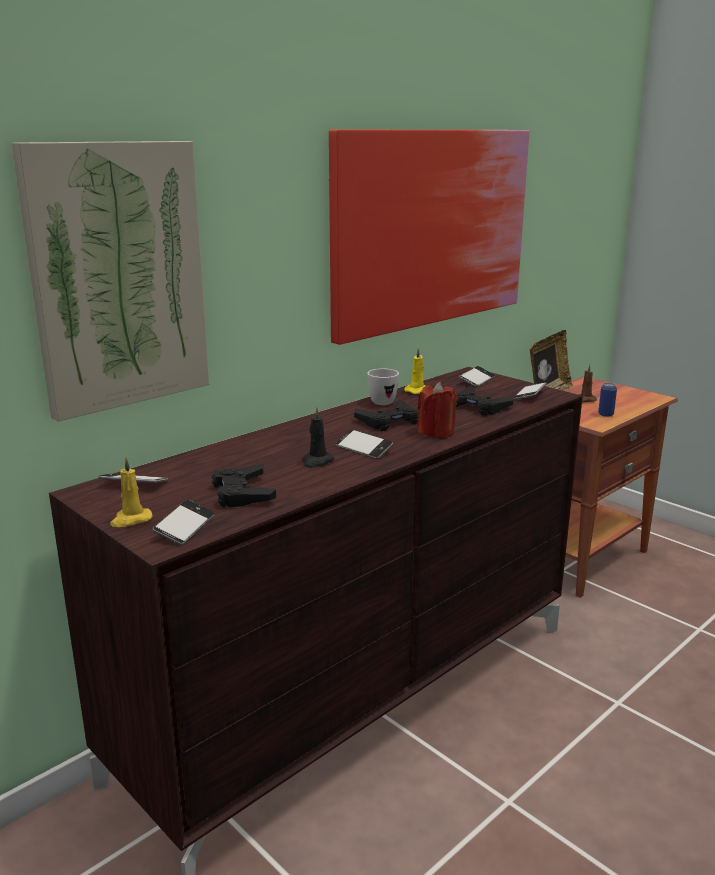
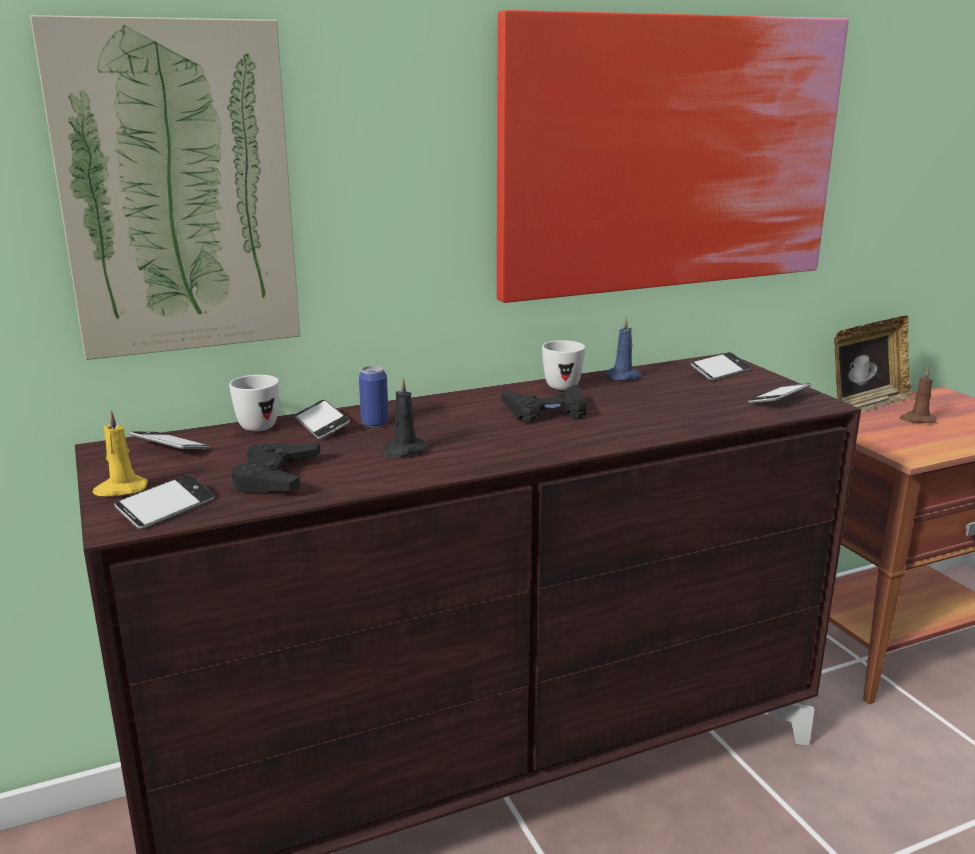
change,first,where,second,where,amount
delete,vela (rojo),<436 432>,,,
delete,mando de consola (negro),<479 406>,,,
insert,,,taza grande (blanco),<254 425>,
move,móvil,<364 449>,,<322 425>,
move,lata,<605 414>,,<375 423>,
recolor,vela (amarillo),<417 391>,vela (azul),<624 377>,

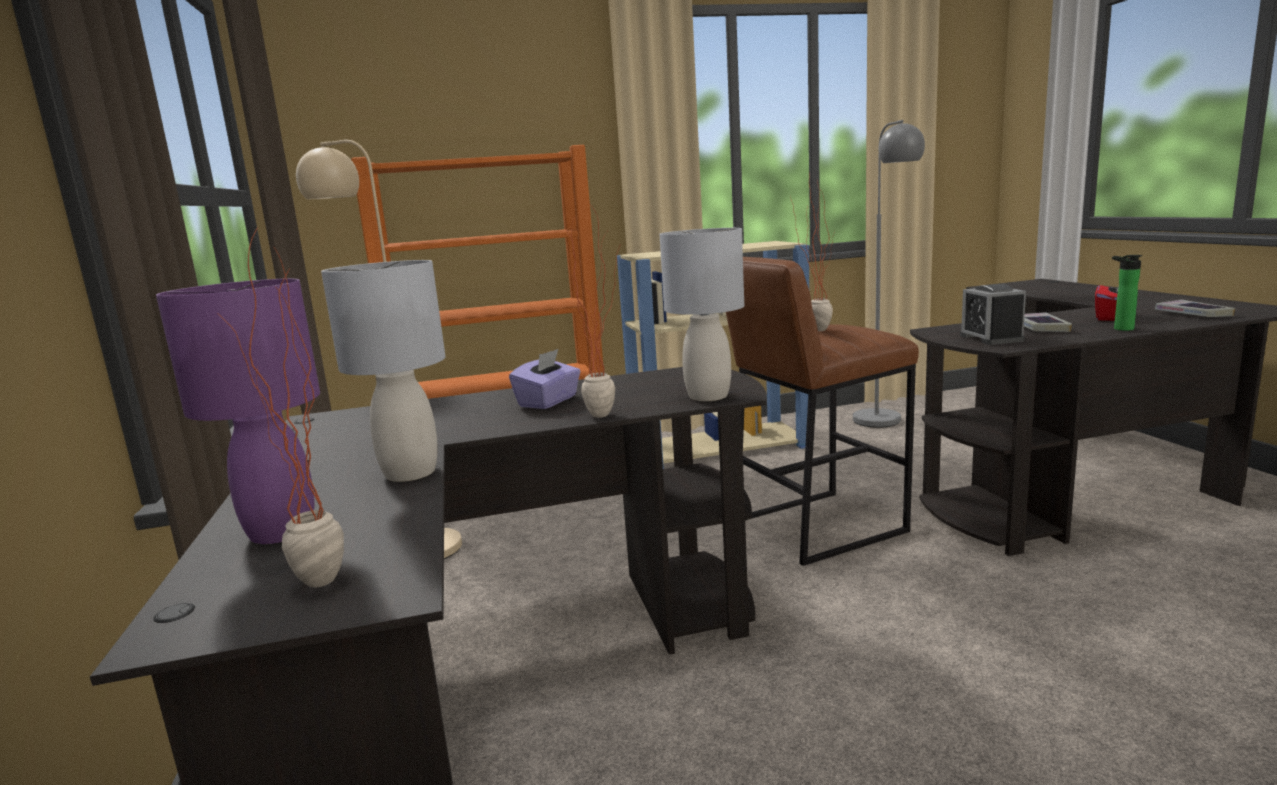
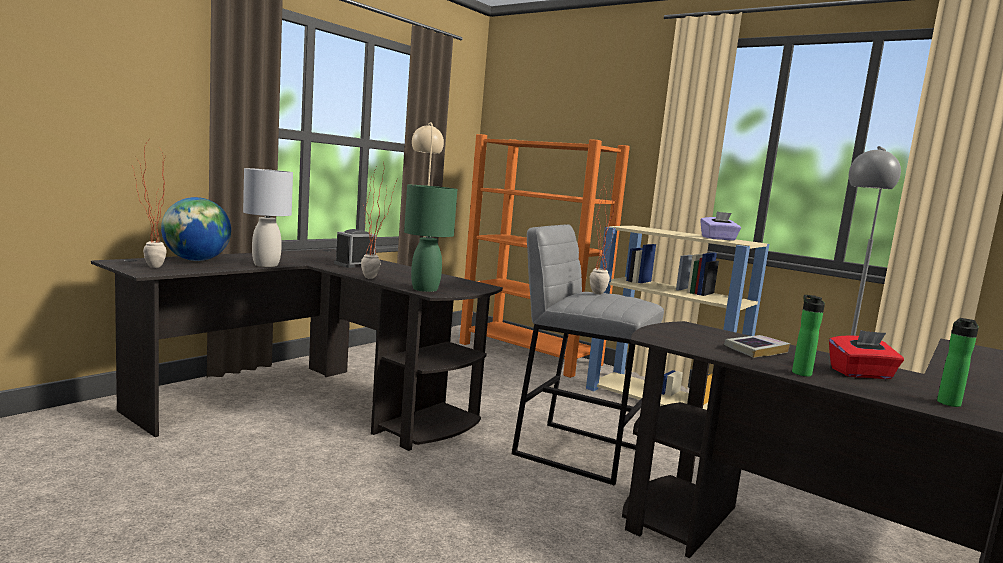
change,first,where,second,where,amount
move,caja de pañuelos (morado),<549 401>,,<718 239>,
move,despertador,<991 338>,,<355 264>,
replace,lámpara de mesa (morado),<282 532>,globo terráqueo,<196 260>,
replace,libro,<1192 314>,botella,<949 402>,
recolor,lámpara de mesa (gris),<708 396>,lámpara de mesa (verde),<424 289>,
recolor,taburete (marrón),<816 526>,taburete (gris),<575 451>,

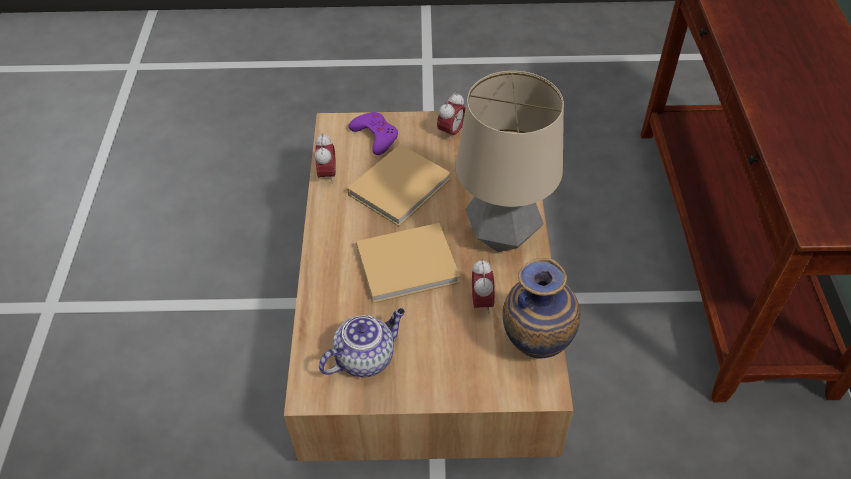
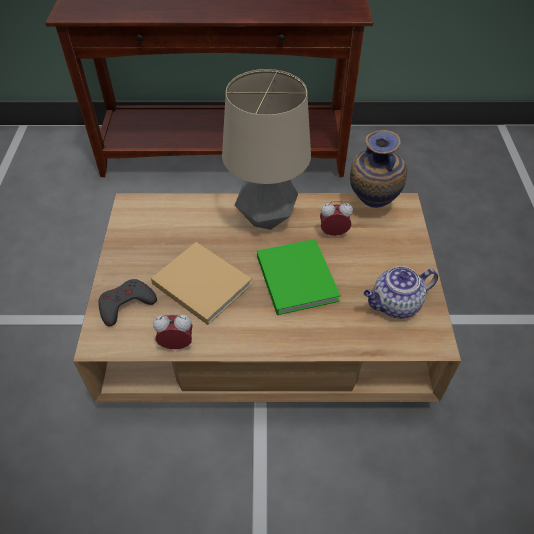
change,first,where,second,where,amount
delete,despertador,<451 132>,,,
recolor,mando de consola (morado),<375 136>,mando de consola (gris),<126 304>,
recolor,libro (beis),<410 264>,libro (verde),<296 276>,
rotate,tetera,<365 357>,,<395 305>,75 degrees counterclockwise

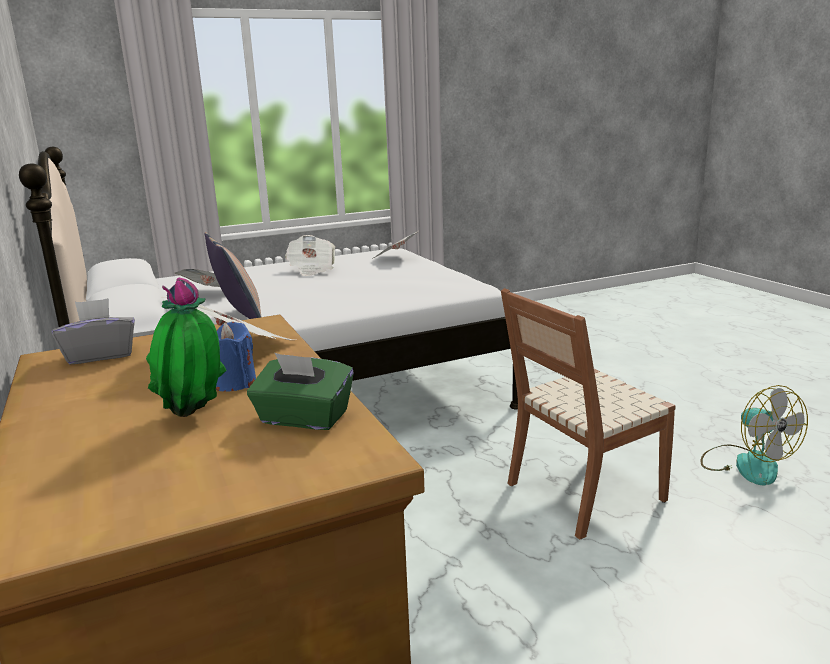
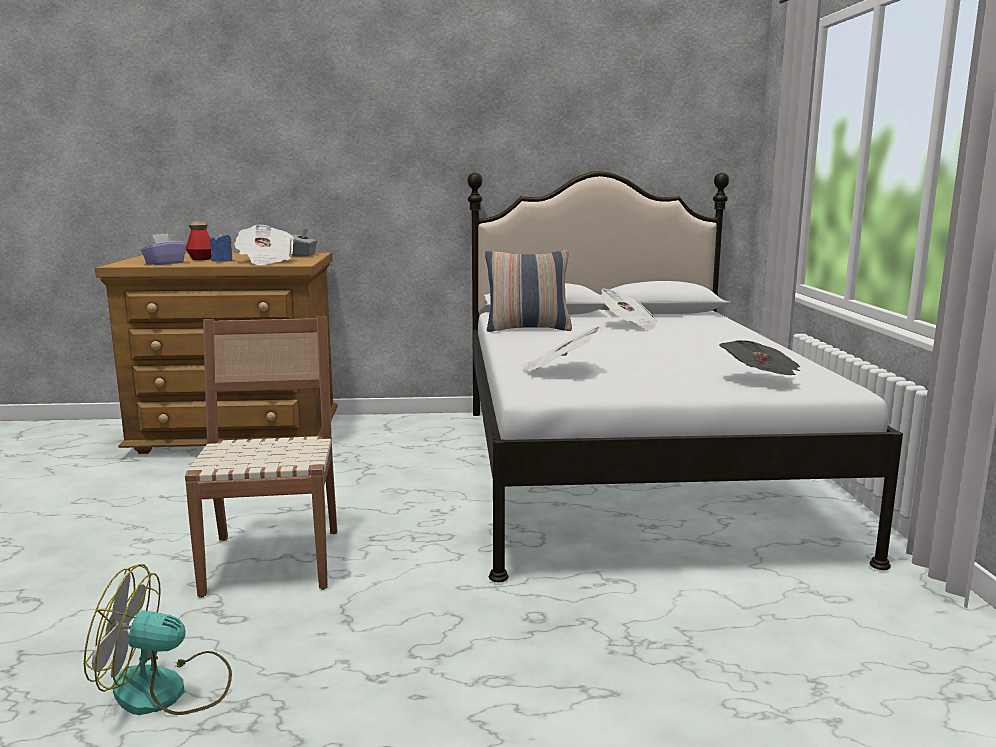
change,first,where,second,where,amount
move,periódico,<311 269>,,<559 371>,
replace,planta en maceta,<194 416>,botella,<201 259>,
recolor,caja de pañuelos (verde),<303 419>,caja de pañuelos (morado),<164 263>,

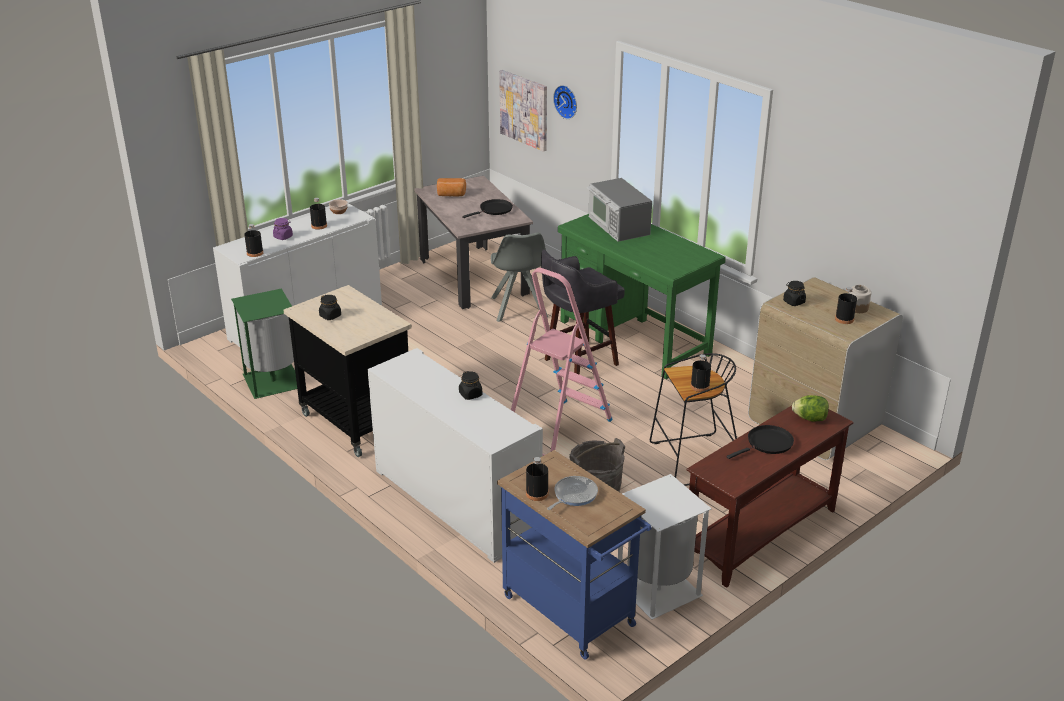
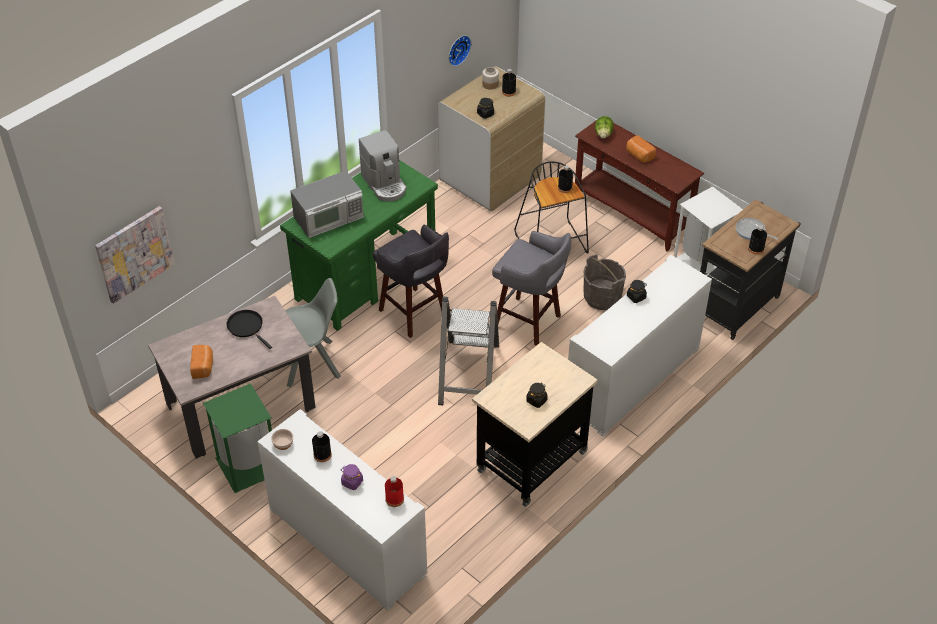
change,first,where,second,where,amount
insert,,,cafetera,<385 184>,
insert,,,escalera de tijera (gris),<468 375>,
move,papelera (verde),<274 381>,,<248 464>,
move,reloj de pared,<567 101>,,<457 49>,
replace,escalera de tijera (rosa),<557 435>,taburete (gris),<529 323>,
replace,sartén (negro),<767 444>,pan,<639 155>,
recolor,botella (negro),<255 253>,botella (rojo),<394 499>,
recolor,carrito (azul),<571 613>,carrito (negro),<738 305>,

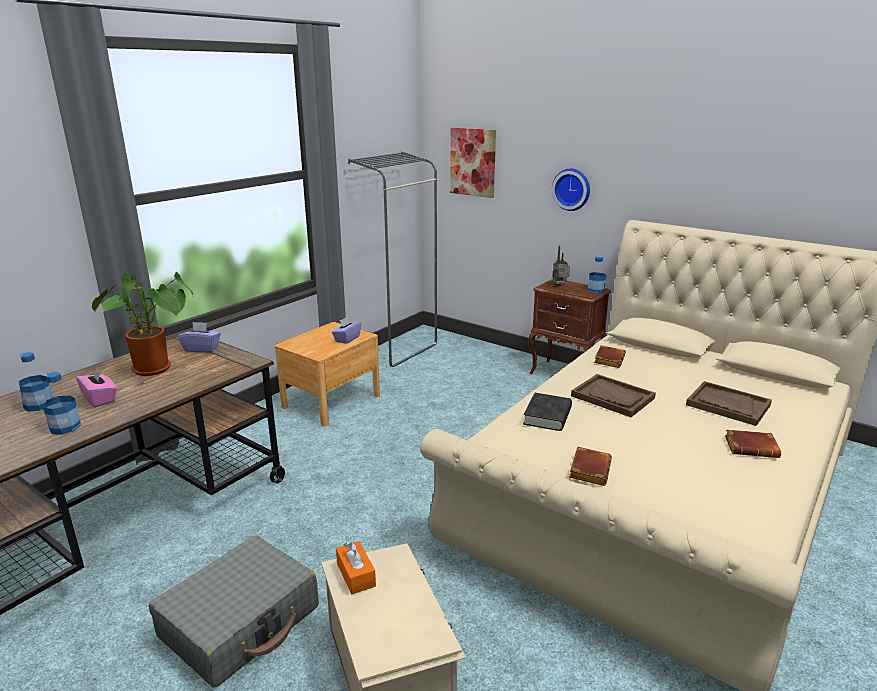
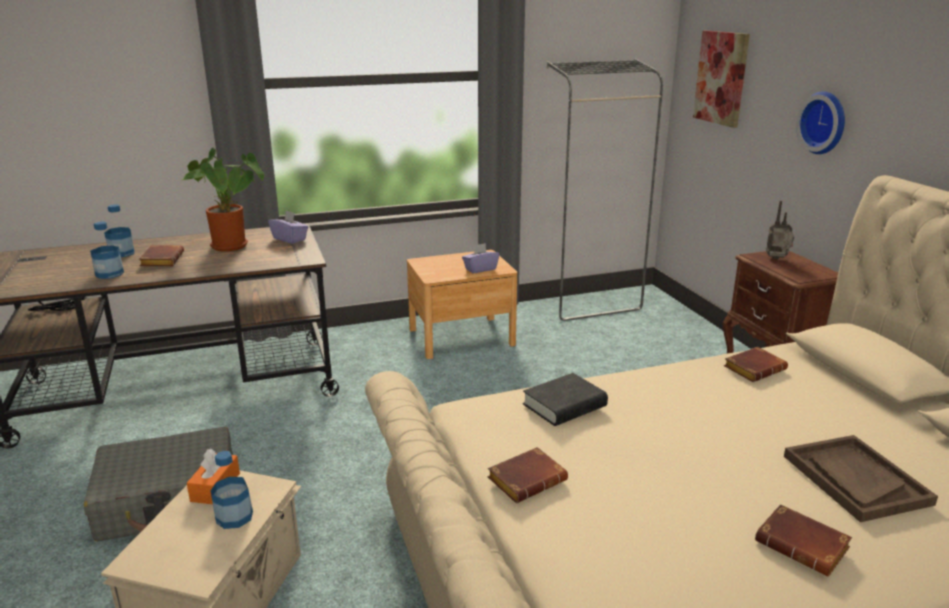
change,first,where,second,where,amount
delete,bandeja (marrón),<613 397>,,,
move,botella,<595 291>,,<234 517>,
replace,caja de pañuelos (rosa),<100 399>,libro (marrón),<161 260>,

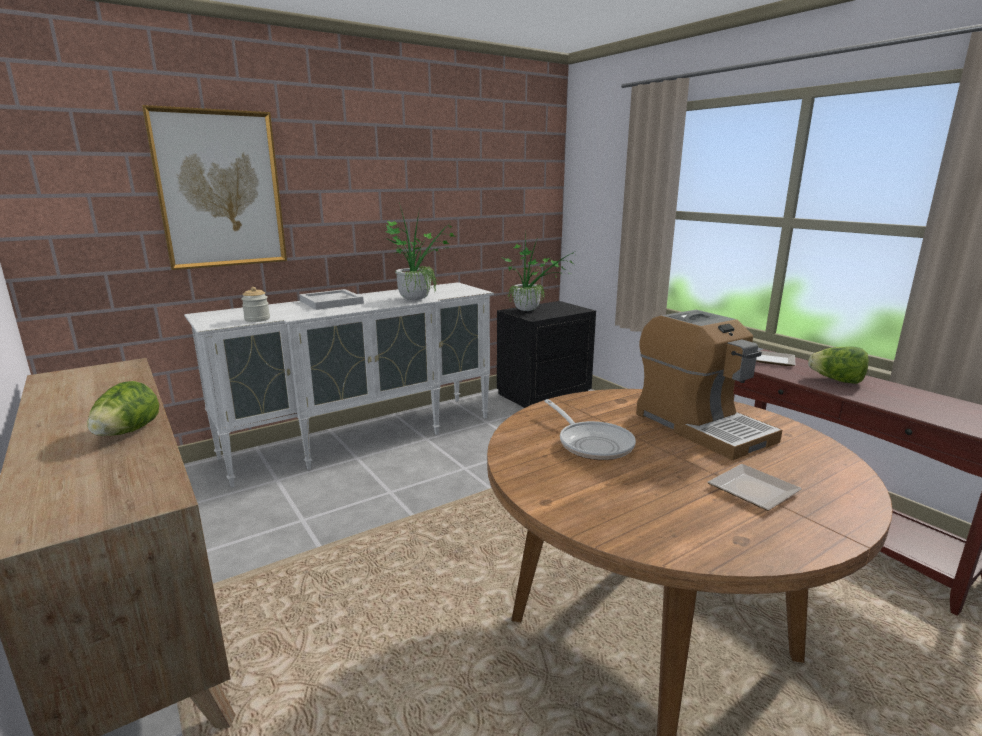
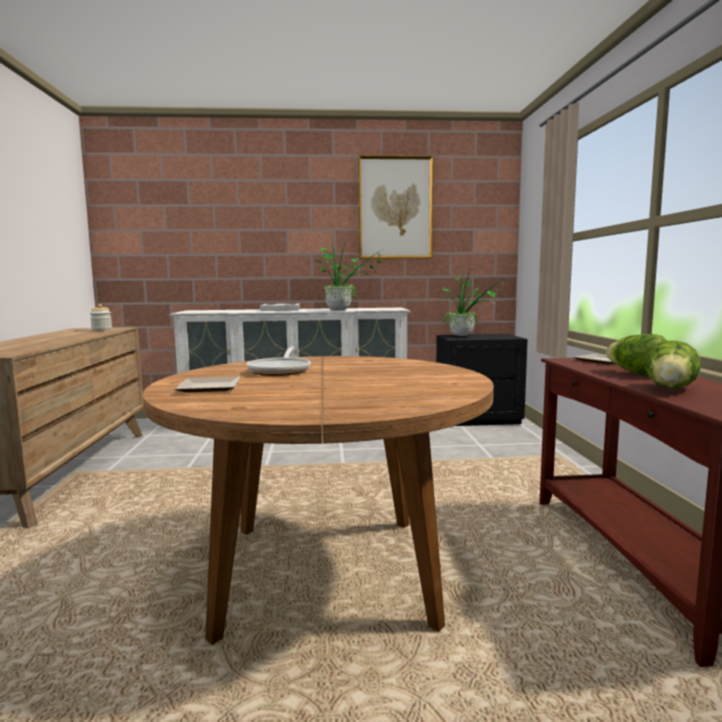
change,first,where,second,where,amount
delete,cafetera,<701 426>,,,
move,lechuga,<127 433>,,<670 389>,
move,cuadro,<220 190>,,<395 208>,
move,tarro,<257 319>,,<102 330>,
move,plato,<756 491>,,<211 388>,

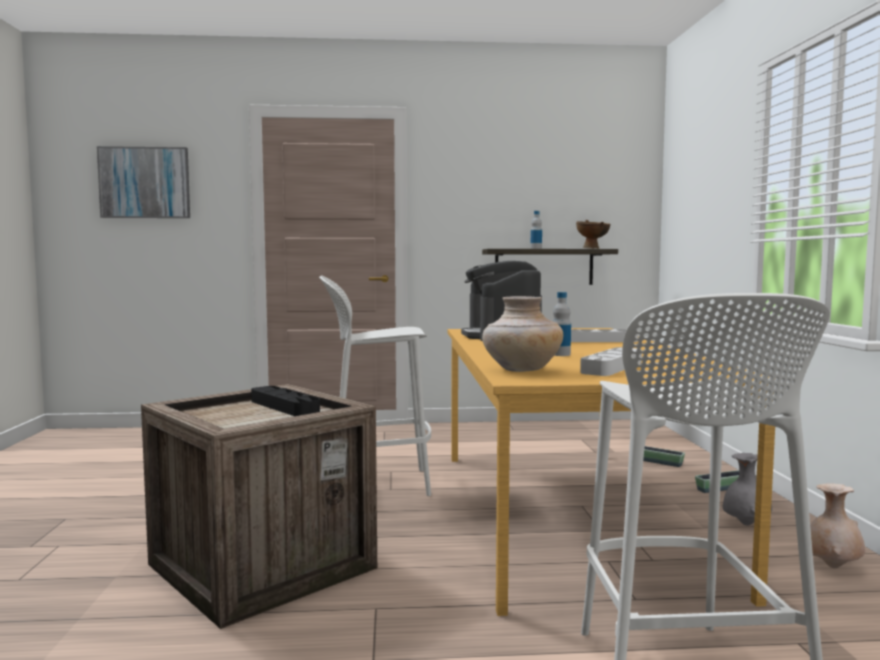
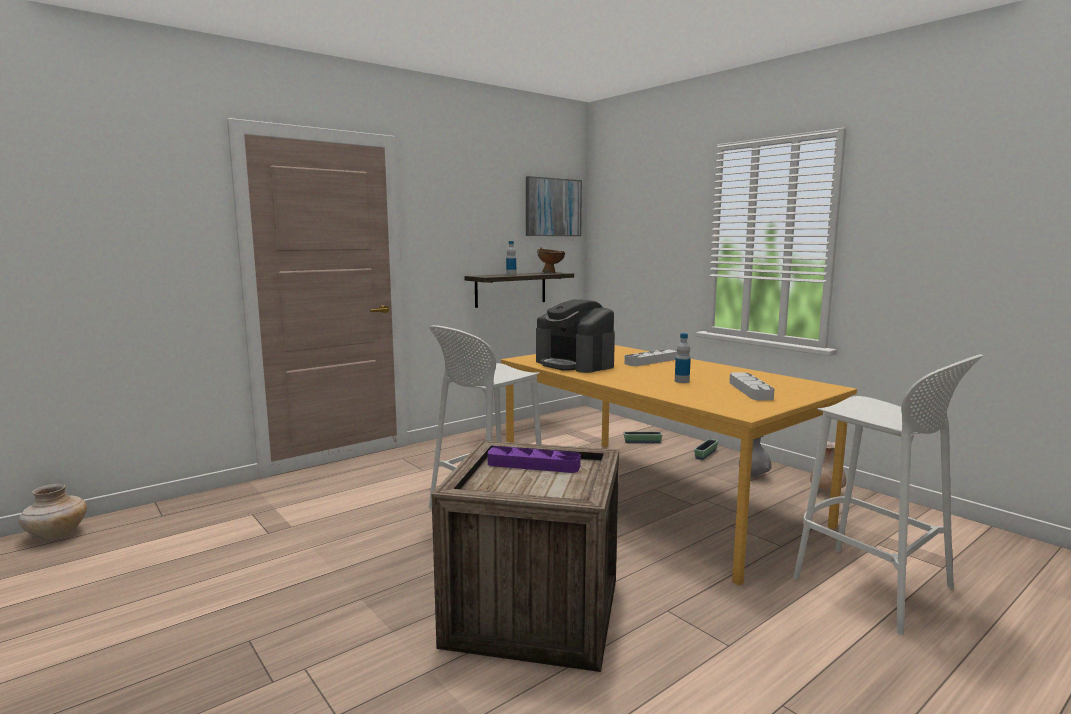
change,first,where,second,where,amount
move,cuadro,<145 183>,,<553 207>,
move,florero (beis),<521 370>,,<56 535>,
recolor,bandeja (negro),<284 406>,bandeja (morado),<533 465>,

